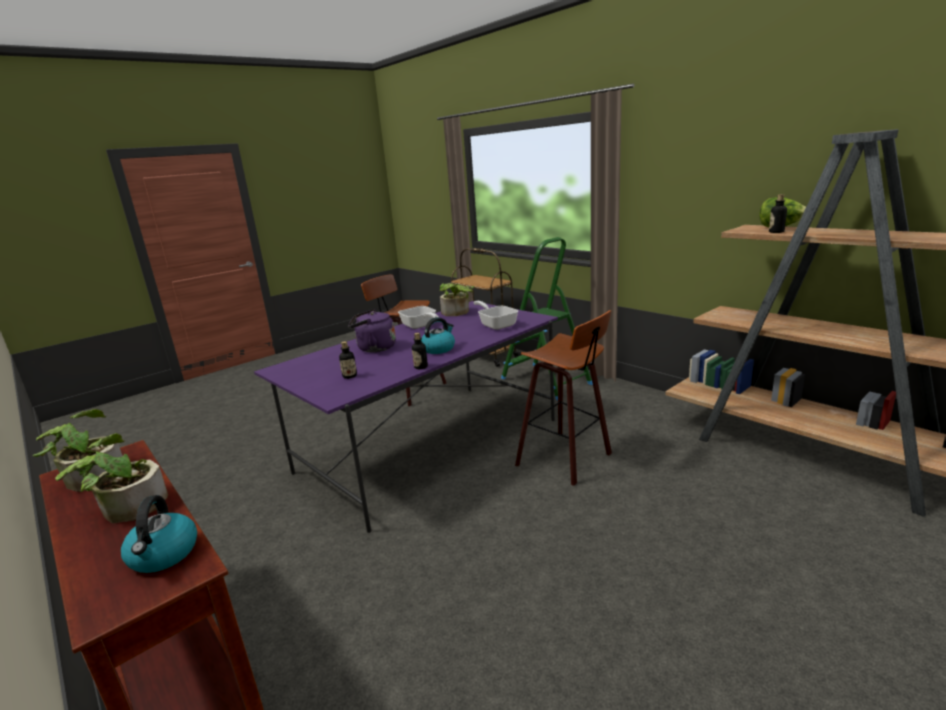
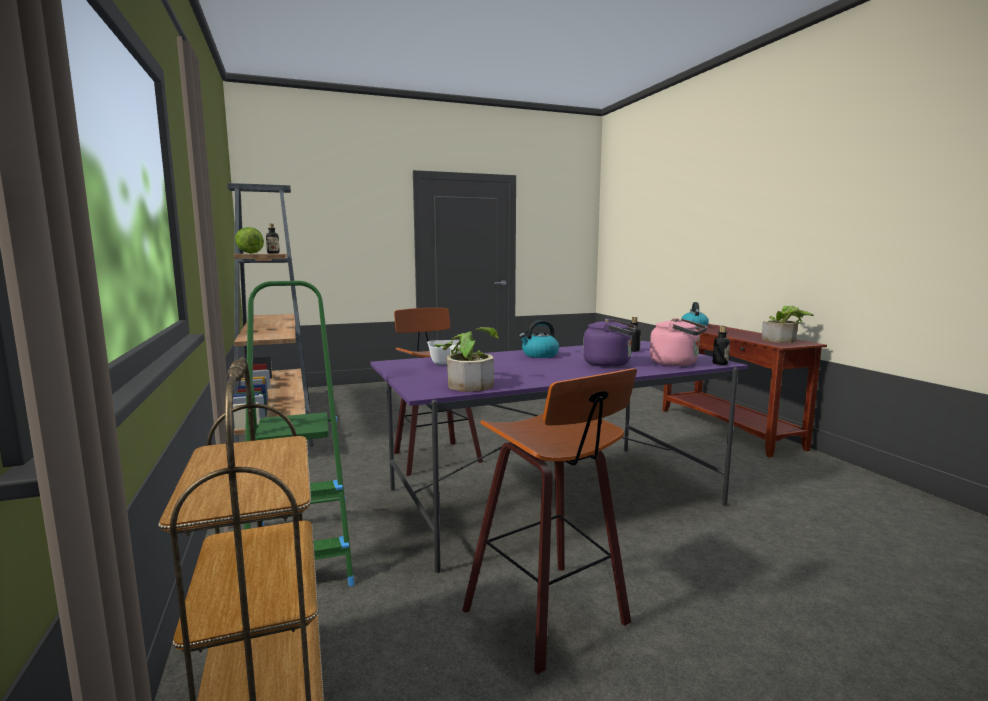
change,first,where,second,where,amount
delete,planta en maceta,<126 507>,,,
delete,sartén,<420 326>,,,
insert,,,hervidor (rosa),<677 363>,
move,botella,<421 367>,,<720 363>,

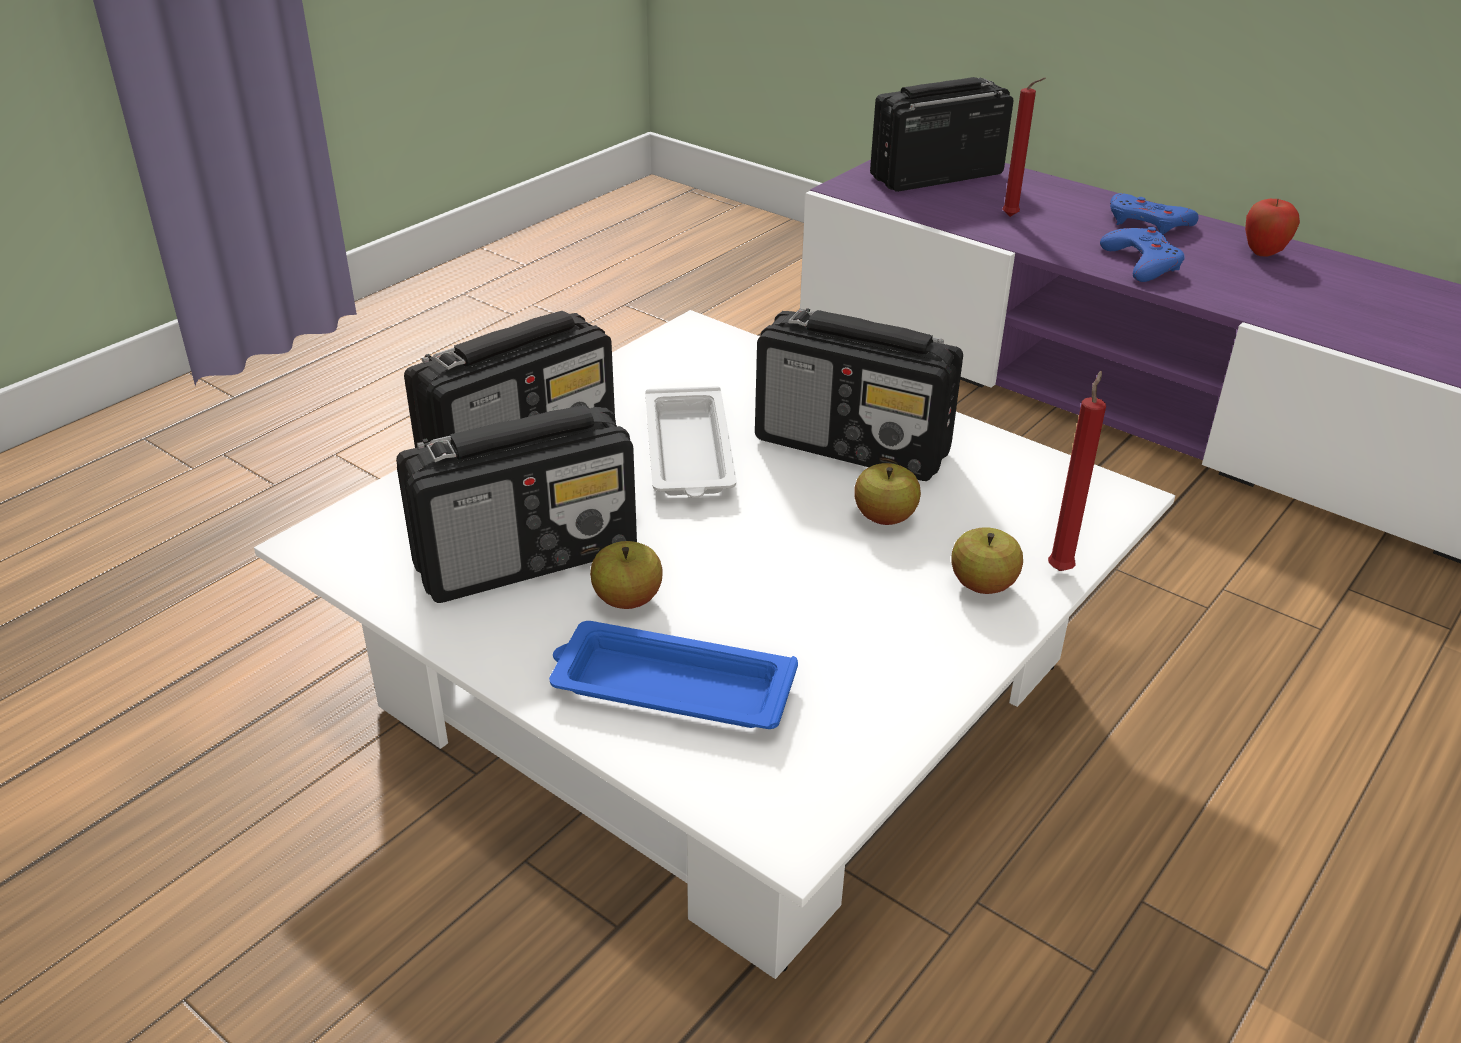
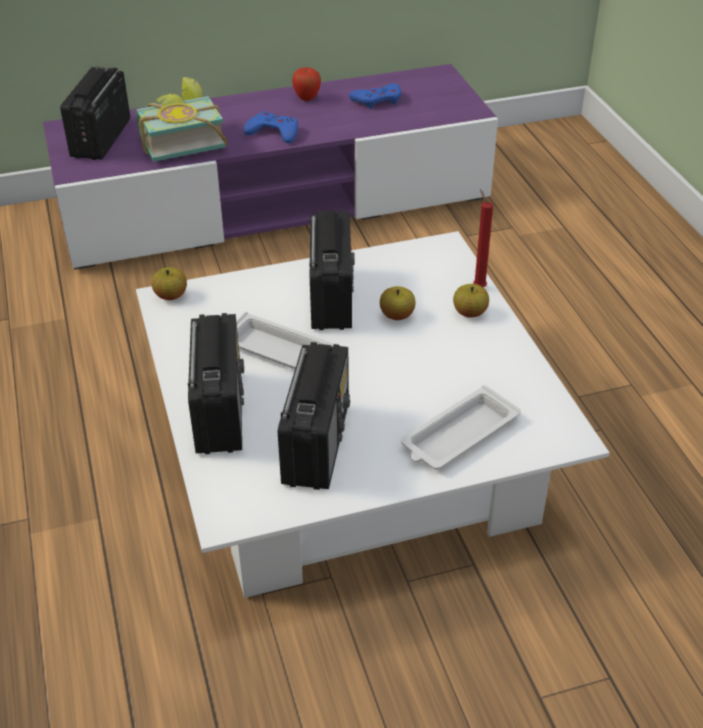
change,first,where,second,where,amount
move,manzana,<627 600>,,<171 296>,
move,mando de consola (azul),<1148 222>,,<377 100>,
replace,vela (rojo),<1012 217>,libro,<180 141>,
recolor,bandeja (azul),<669 687>,bandeja (blanco),<458 435>,
rotate,radio,<854 446>,,<331 297>,60 degrees counterclockwise

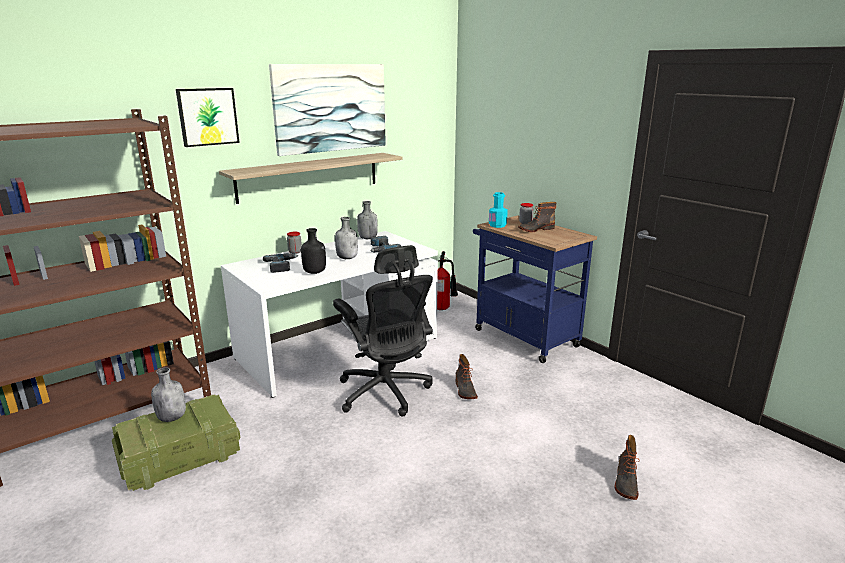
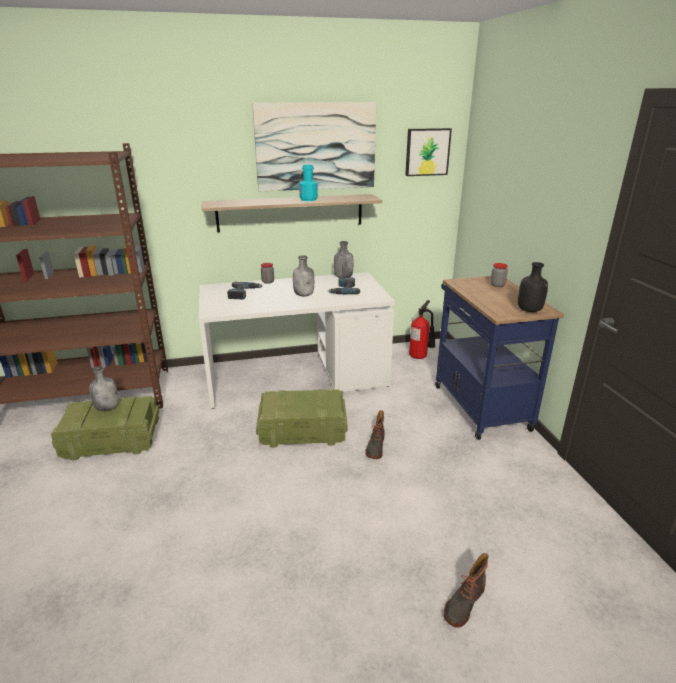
change,first,where,second,where,amount
delete,bota,<535 229>,,,
move,cuadro,<207 116>,,<427 152>,
move,botella (negro),<315 272>,,<529 310>,
move,botella (turquesa),<497 225>,,<308 199>,
replace,silla de oficina,<385 394>,caja de embalaje,<301 431>,

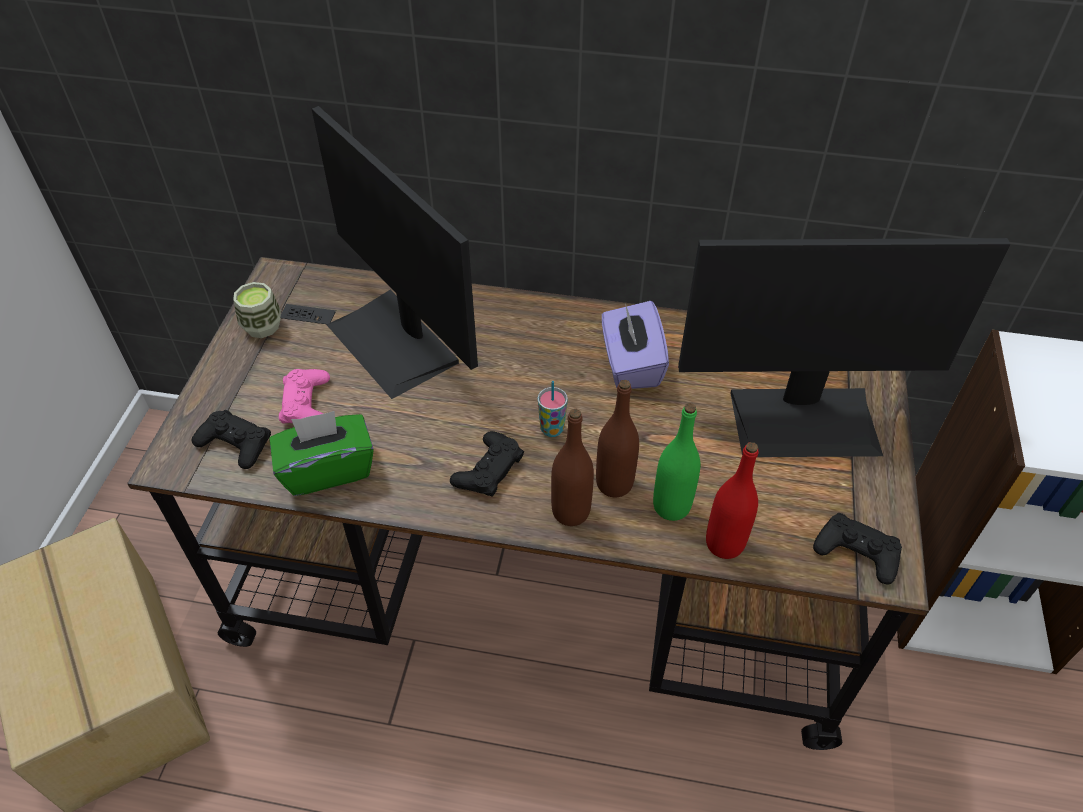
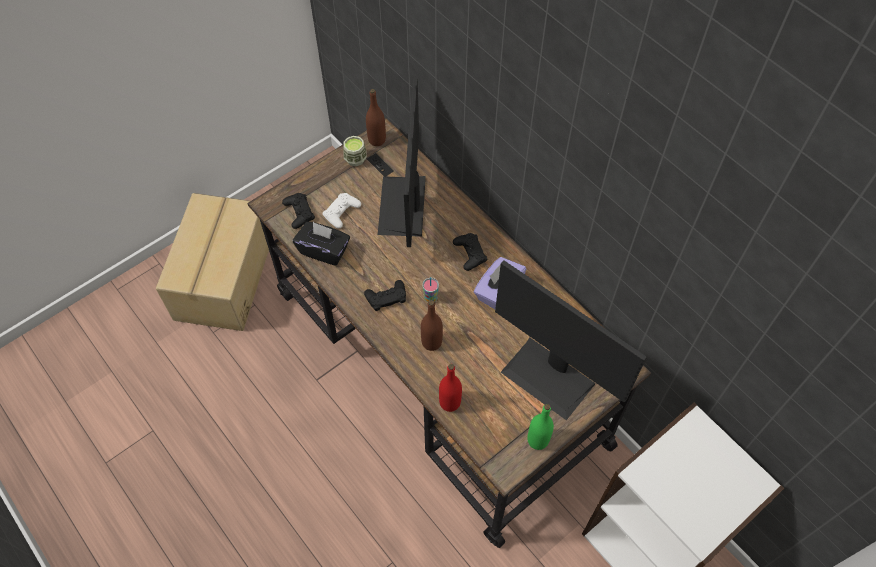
change,first,where,second,where,amount
move,botella (marrón),<570 511>,,<377 140>,
move,botella (verde),<671 506>,,<537 440>,
move,mando de consola (negro),<857 552>,,<470 253>,
recolor,caja de pañuelos (verde),<327 469>,caja de pañuelos (negro),<324 250>,
recolor,mando de consola (rosa),<306 403>,mando de consola (blanco),<341 212>,

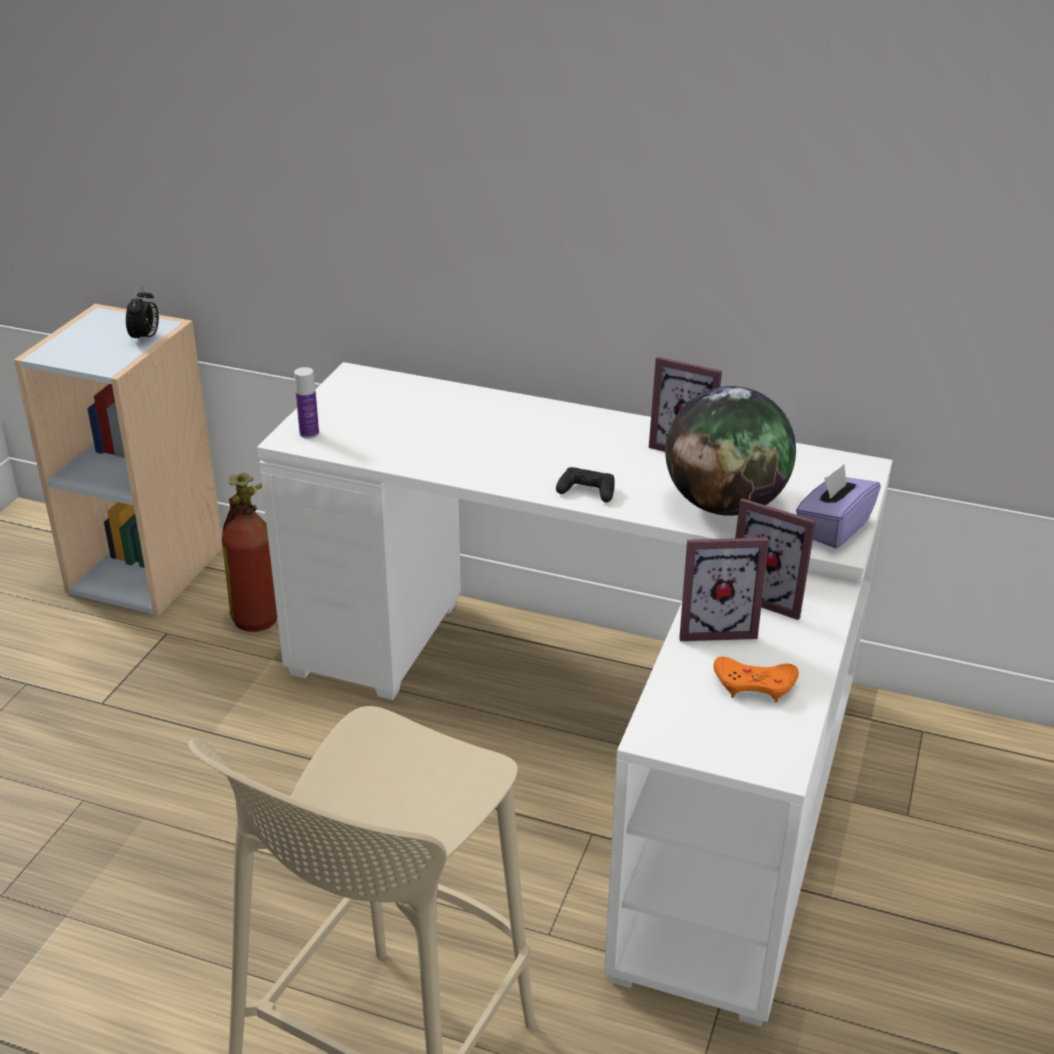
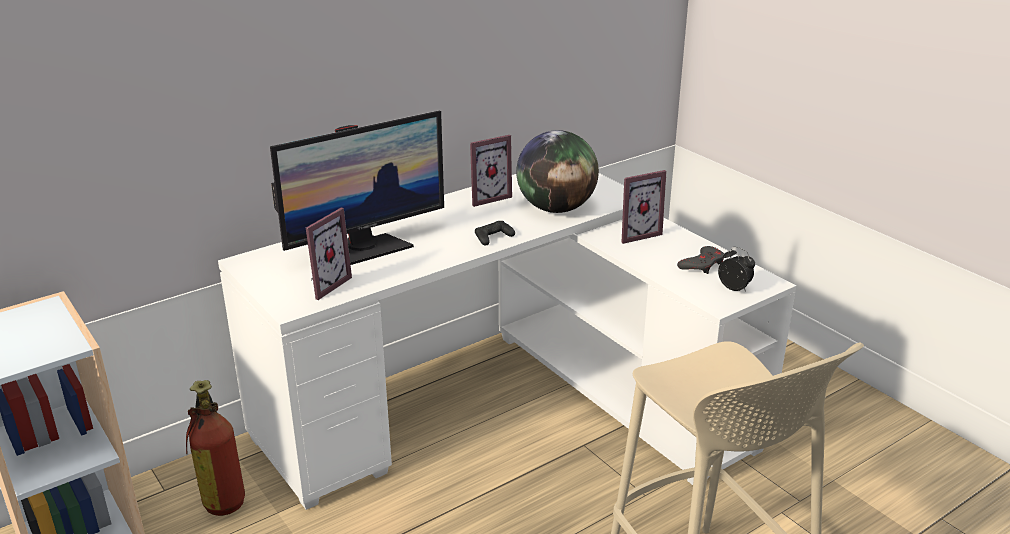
change,first,where,second,where,amount
delete,botella,<309 433>,,,
delete,caja de pañuelos (morado),<833 528>,,,
insert,,,monitor,<365 249>,
move,despertador,<145 338>,,<735 288>,
move,portarretratos,<714 626>,,<323 285>,
recolor,mando de consola (naranja),<755 684>,mando de consola (gris),<702 264>,

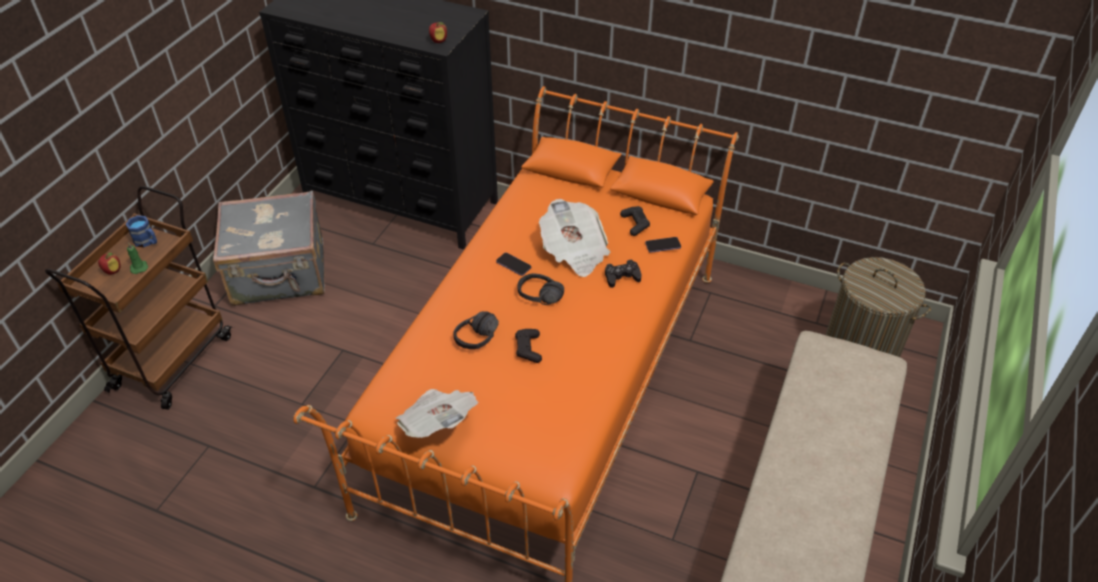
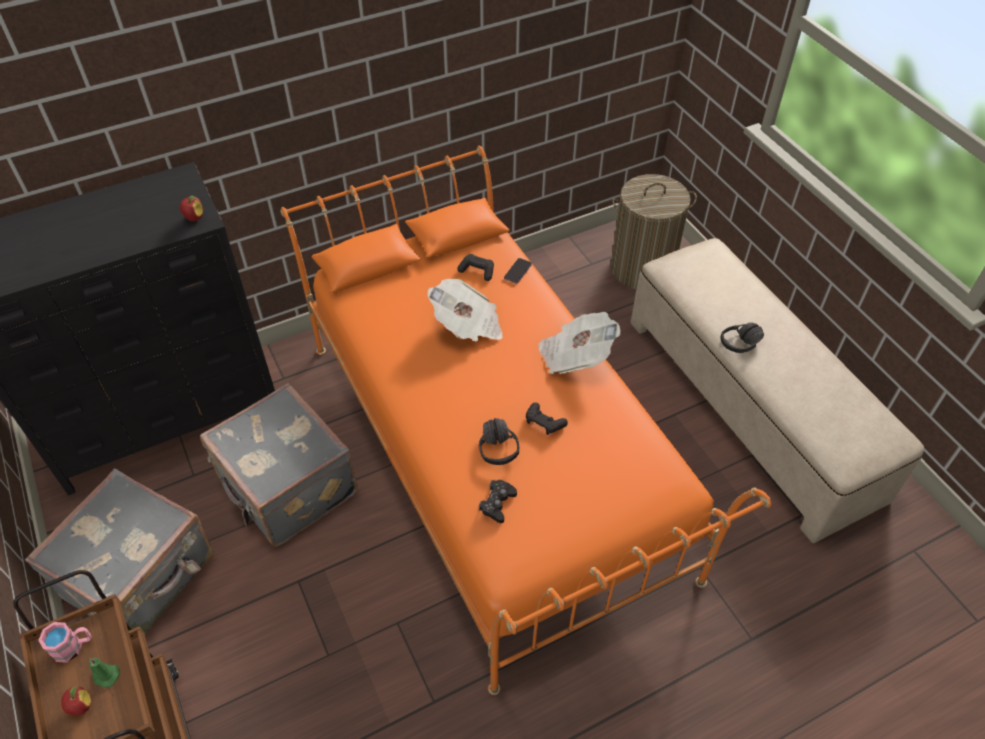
change,first,where,second,where,amount
delete,móvil,<513 265>,,,
insert,,,maleta (gris),<287 488>,
move,periódico,<438 423>,,<575 356>,
move,auriculares (negro),<538 300>,,<744 348>,
move,mando de consola (negro),<622 277>,,<497 503>,
recolor,taza grande (azul),<147 242>,taza grande (rosa),<73 646>,

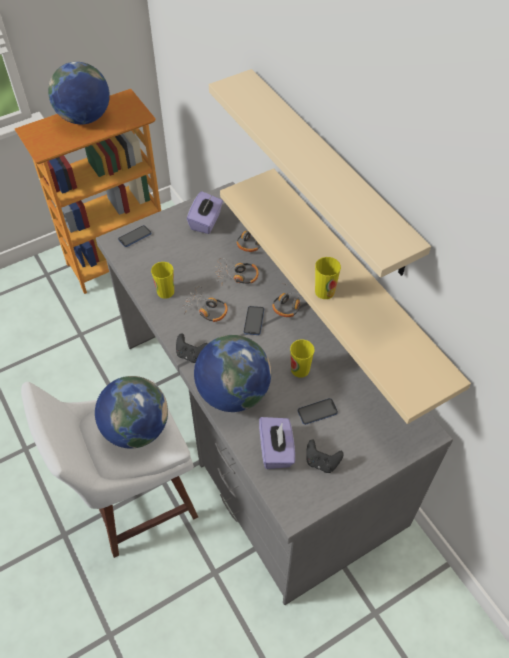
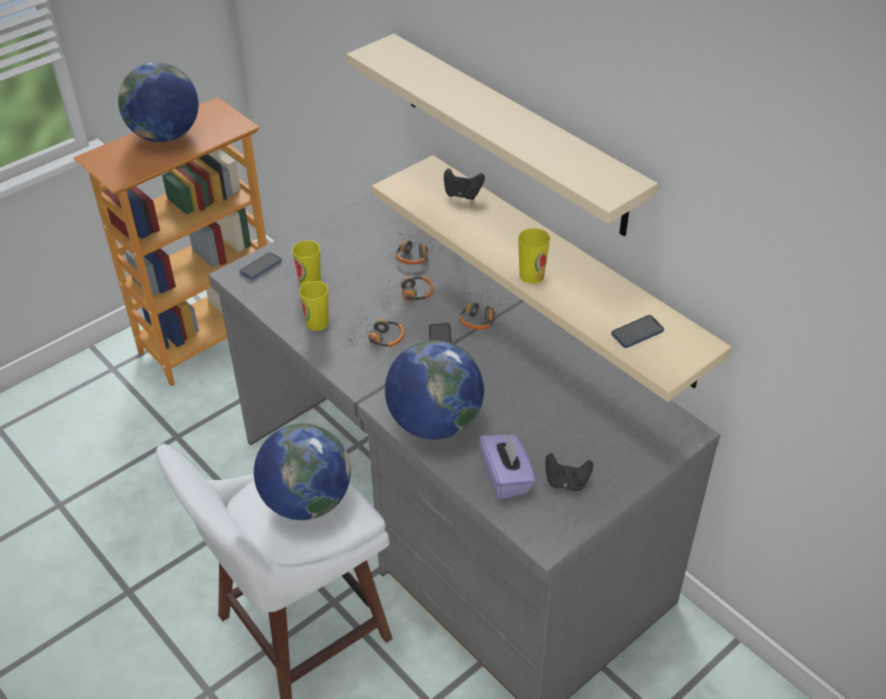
change,first,where,second,where,amount
delete,caja de pañuelos (morado),<206 222>,,,
move,mando de consola (negro),<191 355>,,<462 194>,
move,taza,<300 369>,,<309 282>,
move,móvil,<317 412>,,<637 333>,

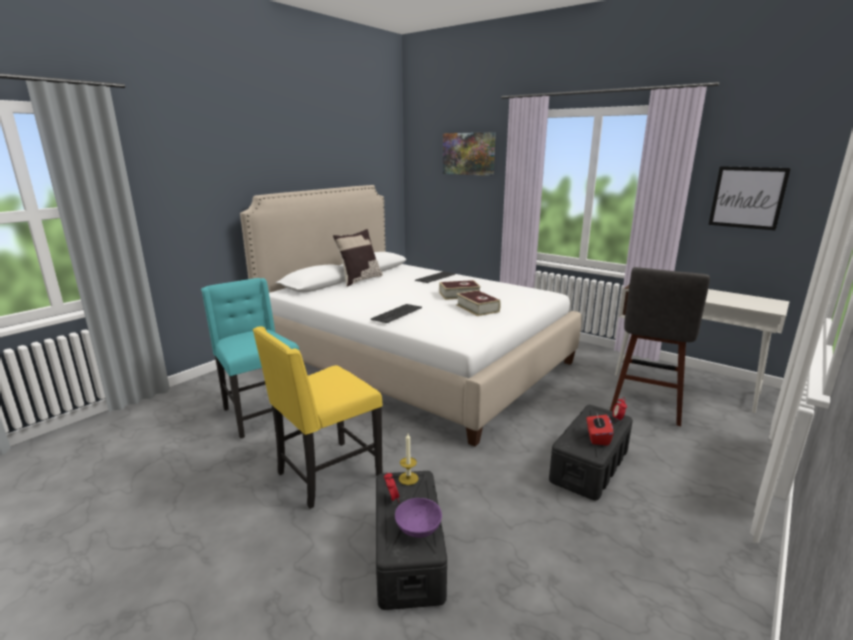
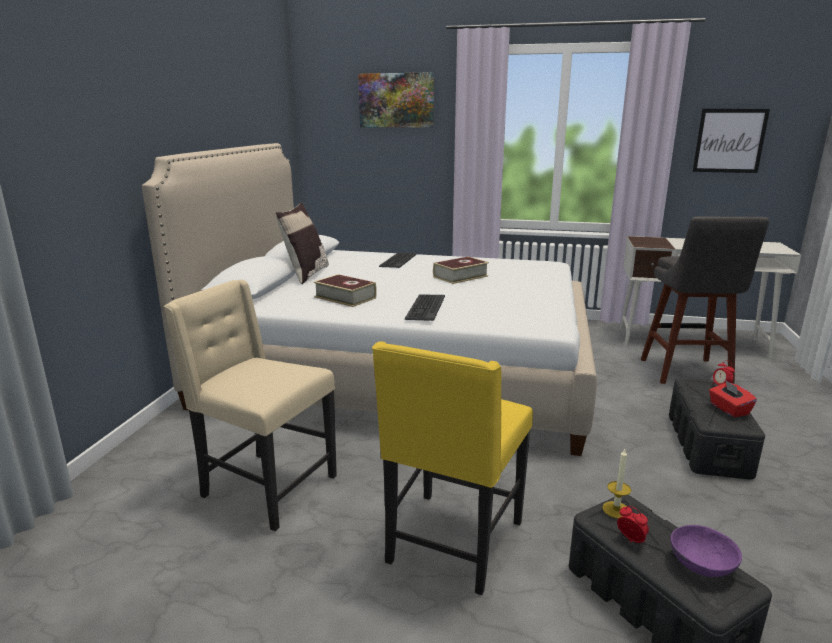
change,first,where,second,where,amount
move,libro,<477 308>,,<345 297>,
recolor,silla (turquesa),<260 413>,silla (beis),<266 487>,

